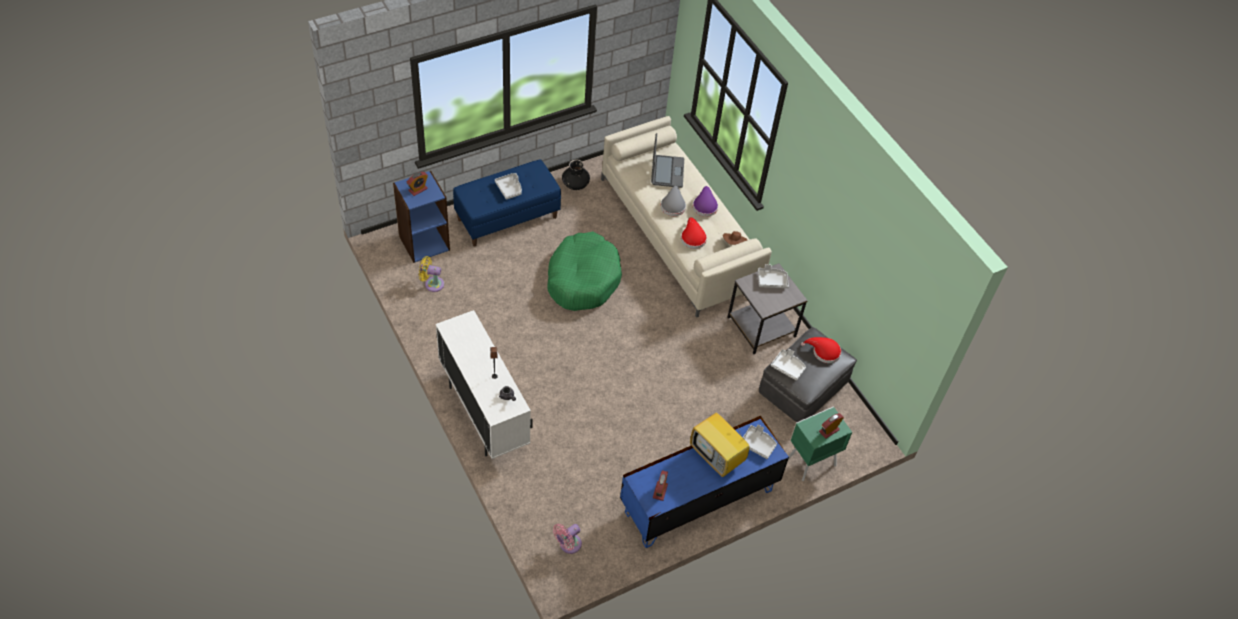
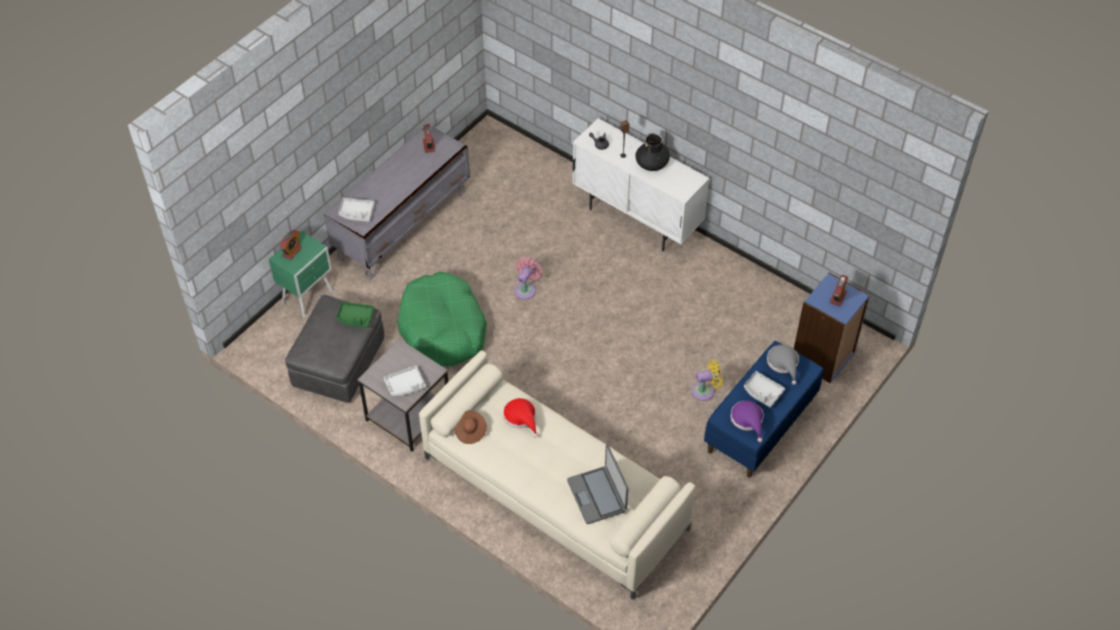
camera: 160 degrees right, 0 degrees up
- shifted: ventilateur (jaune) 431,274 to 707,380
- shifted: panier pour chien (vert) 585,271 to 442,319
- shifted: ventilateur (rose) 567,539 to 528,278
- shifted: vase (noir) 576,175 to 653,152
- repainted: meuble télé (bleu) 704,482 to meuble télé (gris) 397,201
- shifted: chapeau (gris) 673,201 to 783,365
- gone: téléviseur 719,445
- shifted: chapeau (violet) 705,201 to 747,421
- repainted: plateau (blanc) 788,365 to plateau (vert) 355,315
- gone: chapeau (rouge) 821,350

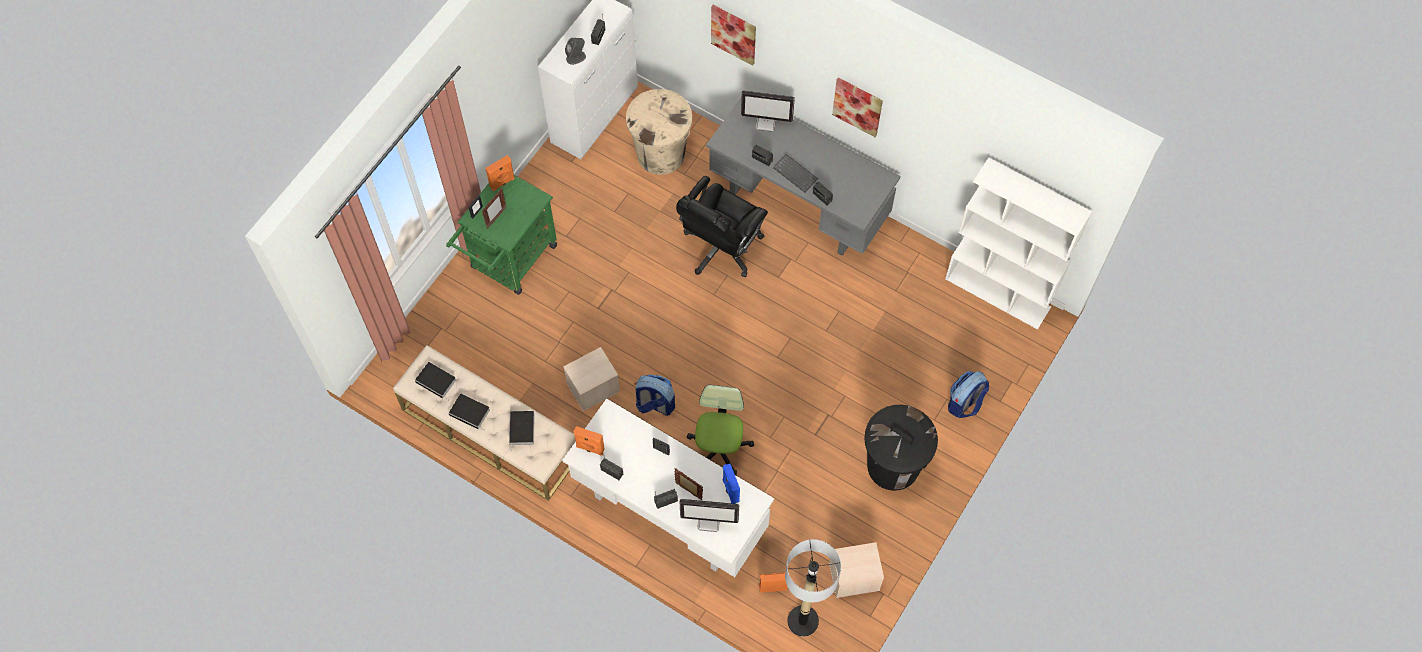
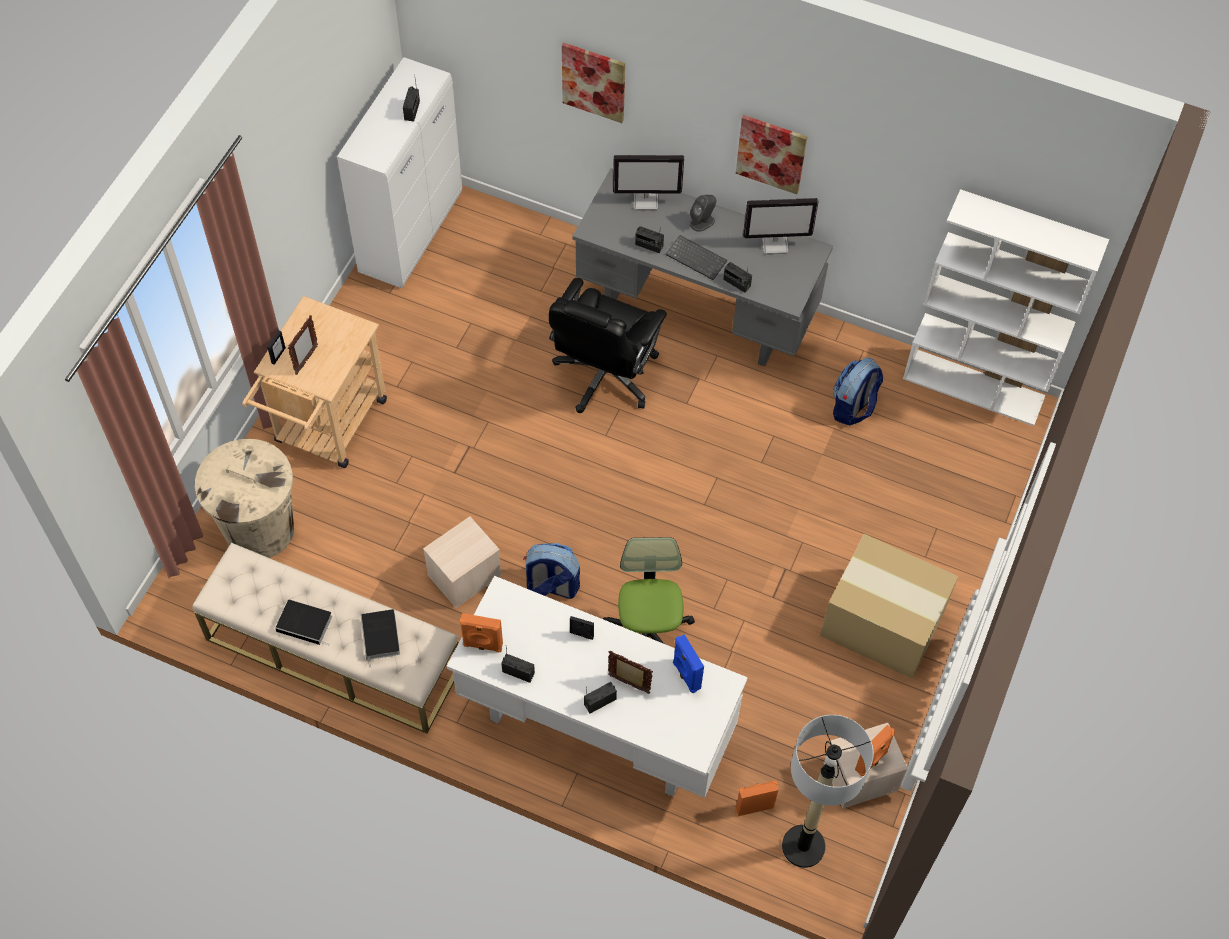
camera: 10 degrees left, 5 degrees down
- gone: livre 435,381
- repainted: chariot (vert) 501,235 to chariot (beige) 314,382
- shifted: enceinte (orange) 500,173 to 875,750
- shifted: enceinte (gris) 575,51 to 703,213
- shifted: poubelle (beige) 659,132 to 244,498
- shifted: écran d'ordinateur 709,515 to 781,226
- swapped: poubelle (noir) 901,448 to carton 889,606
- shifted: sac à dos 968,394 to 858,391

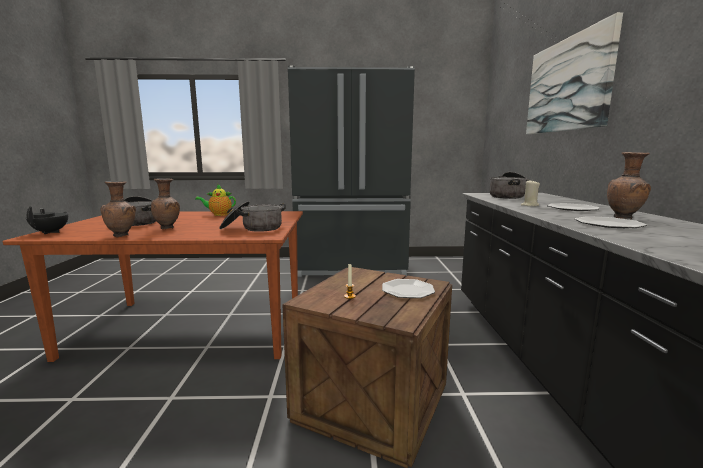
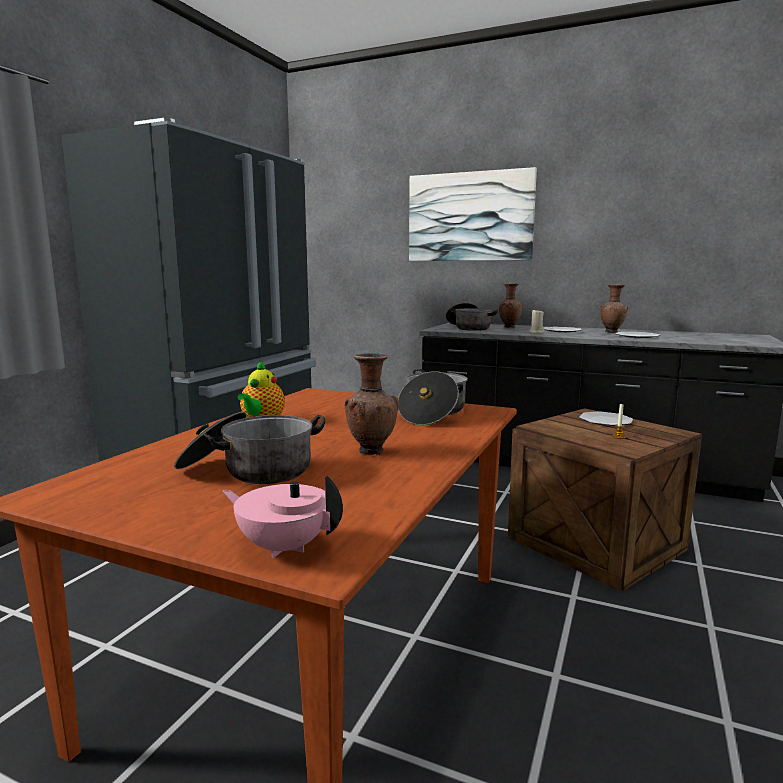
camera: 65 degrees left, 0 degrees up
- repainted: théière (noir) 47,220 to théière (rose) 283,517
- shifted: vase (marron) 118,209 to 510,305

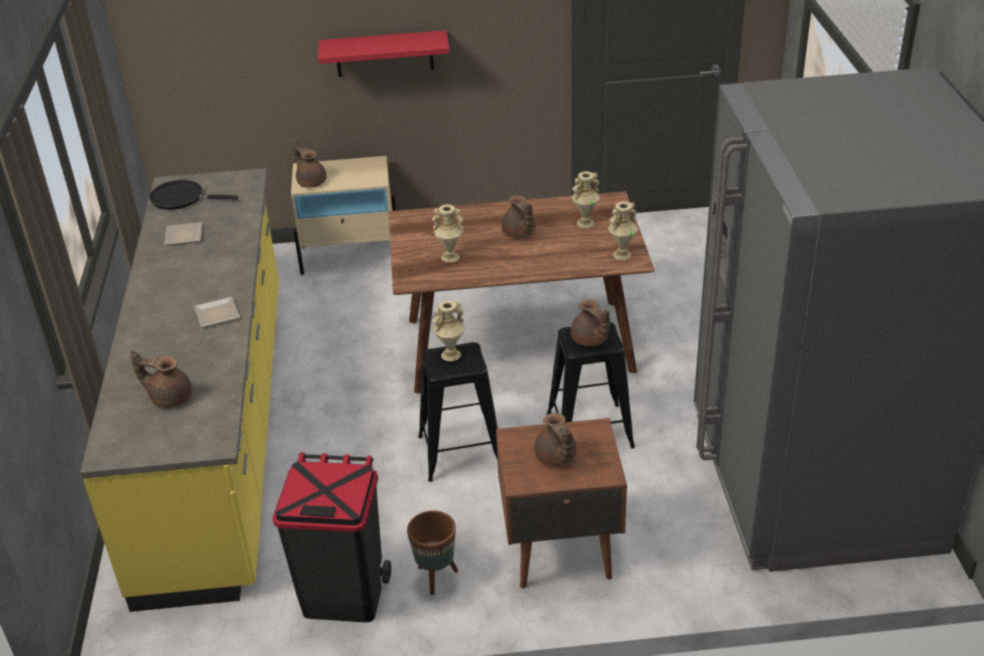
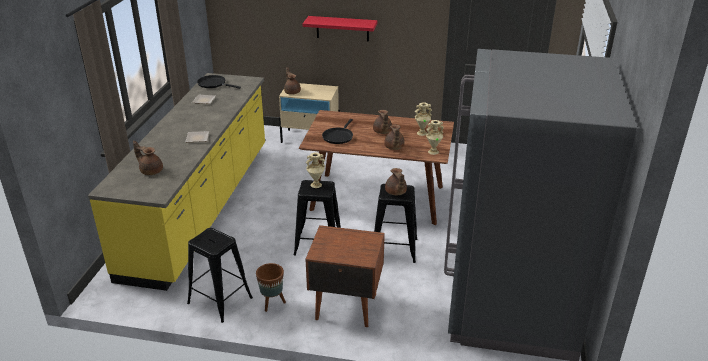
camera: 15 degrees right, 5 degrees down
- swapped: poubelle (noir) 331,537 to tabouret (noir) 220,275
- swapped: vase (beige) 448,233 to poêle (noir) 337,131
- shifted: théière (marron) 555,439 to 394,137

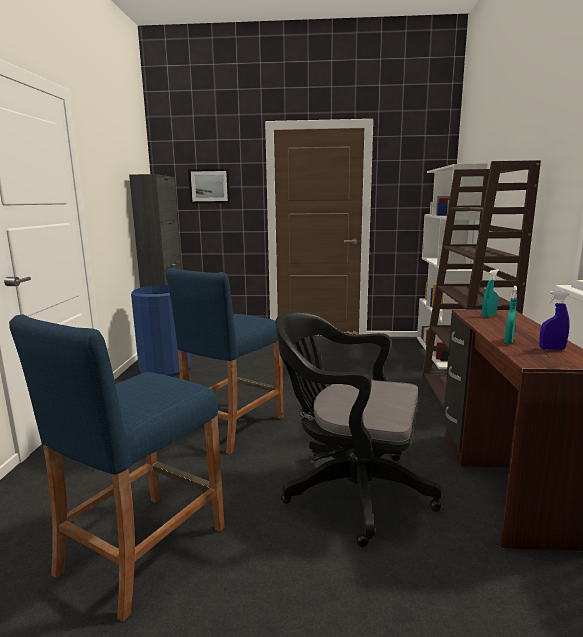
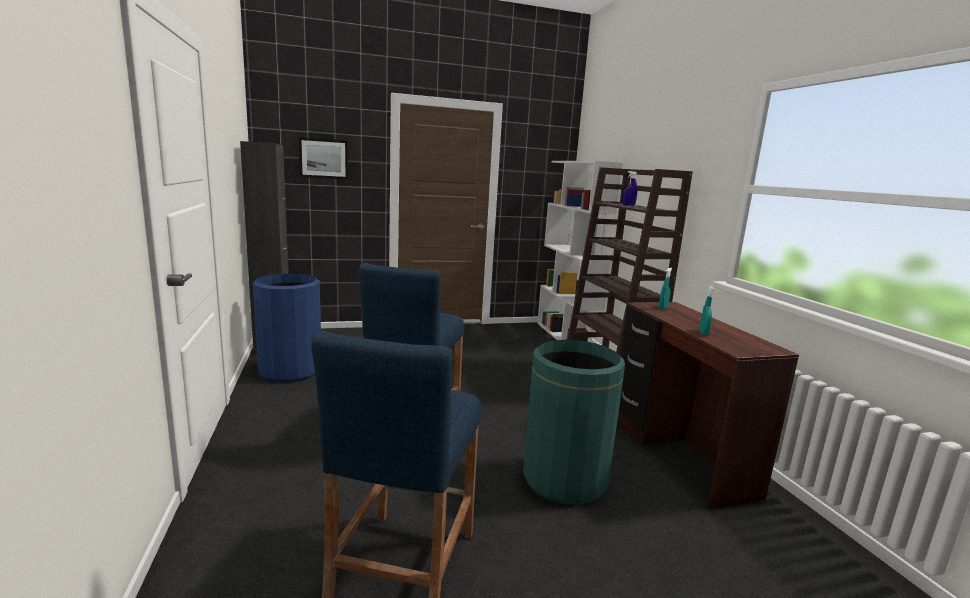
camera: 20 degrees left, 0 degrees up
- swapped: chaise de bureau (noir) 358,429 to poubelle (vert) 574,422
- shifted: vaporisateur (bleu) 554,320 to 630,188

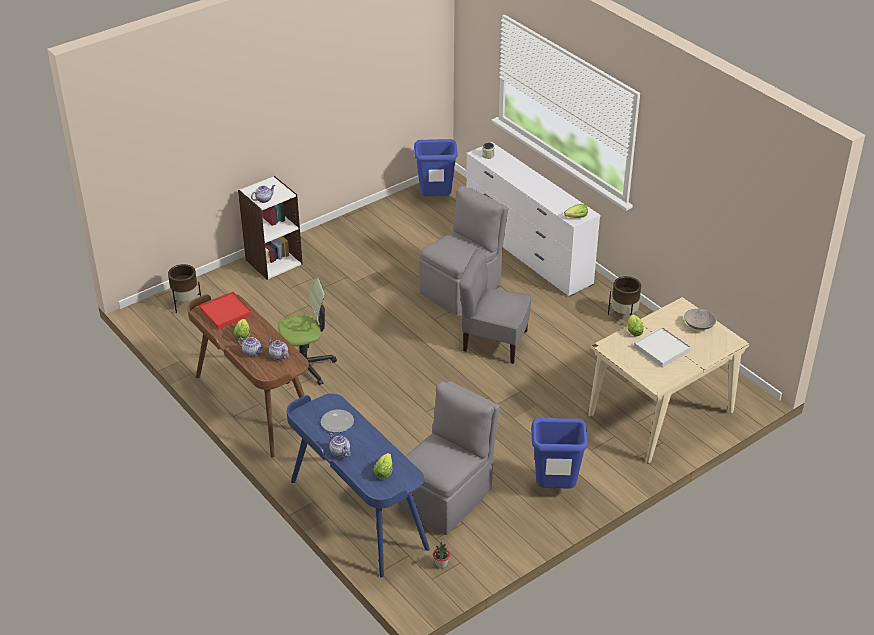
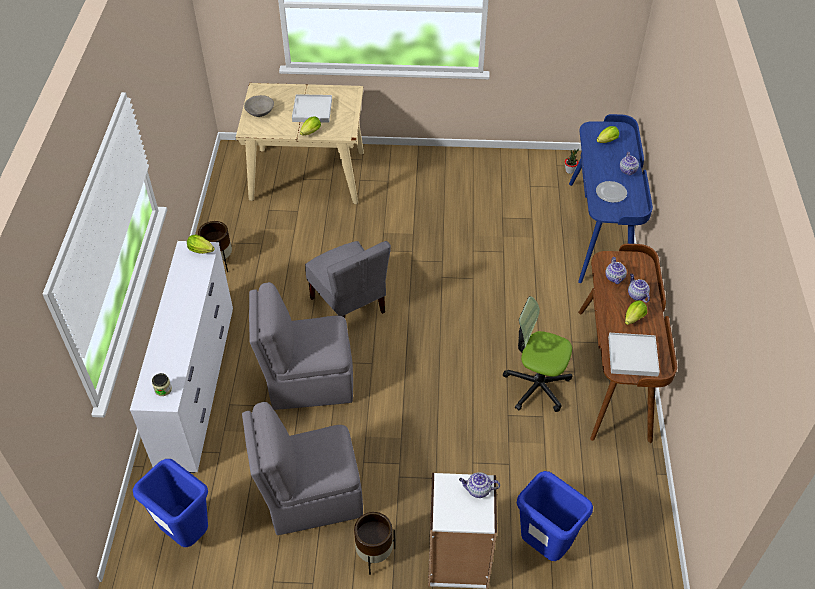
camera: 140 degrees left, 10 degrees up
- shifted: cache-pot (marron) 184,288 to 374,543
- repainted: plateau (rouge) 225,311 to plateau (blanc) 634,355
- shifted: chaise (gris) 449,458 to 302,468
- shifted: poubelle (bleu) 559,453 to 555,516

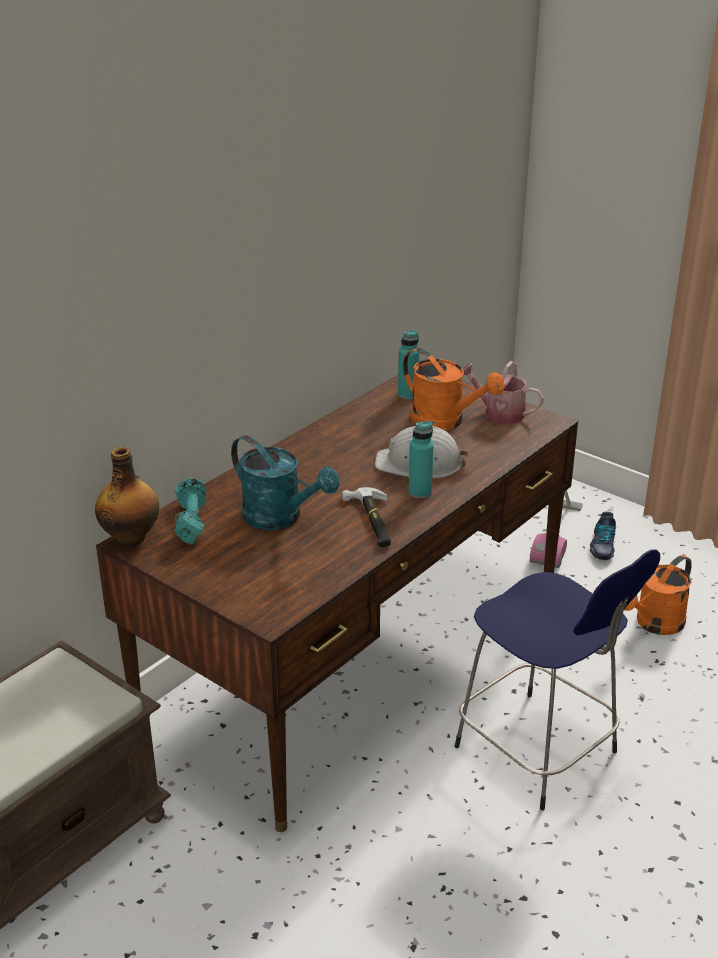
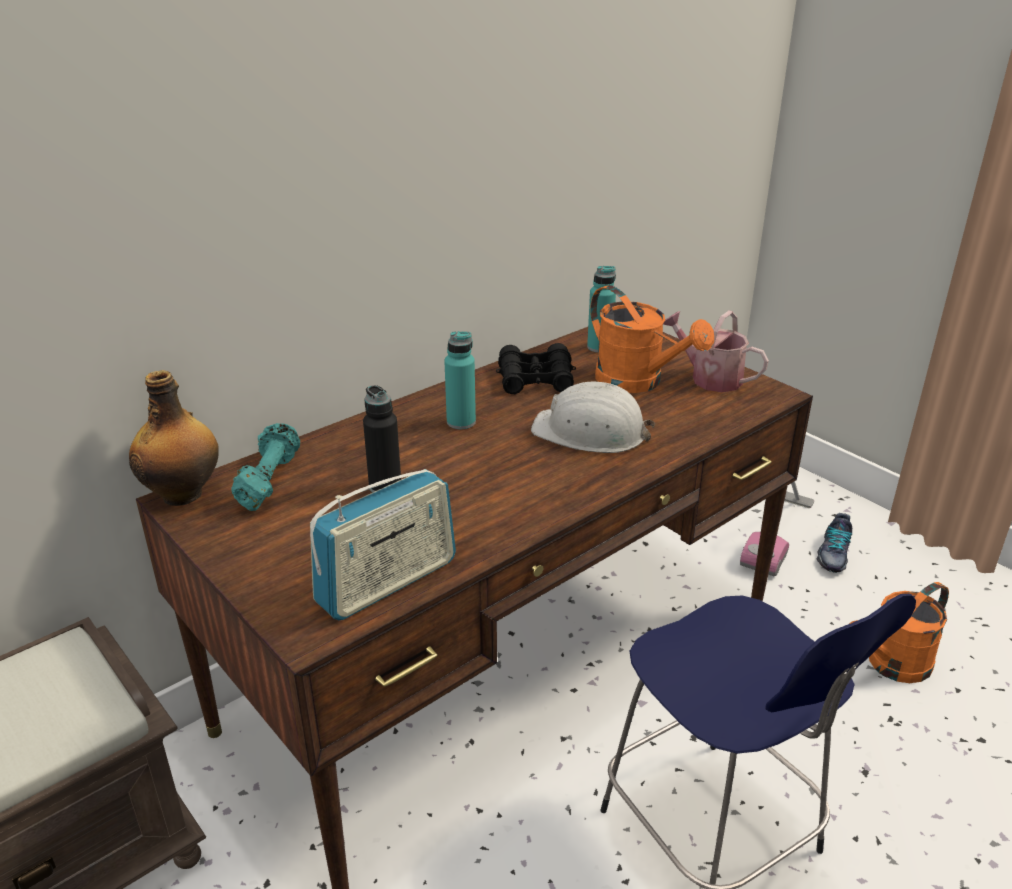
camera: 10 degrees right, 0 degrees up
- swapped: arrosoir (turquoise) 285,482 to bouteille (noir) 382,439
- gone: marteau 366,517
- shifted: bouteille (turquoise) 421,460 to 460,380
- new: radio 383,544
- new: jumelles (noir) 536,368

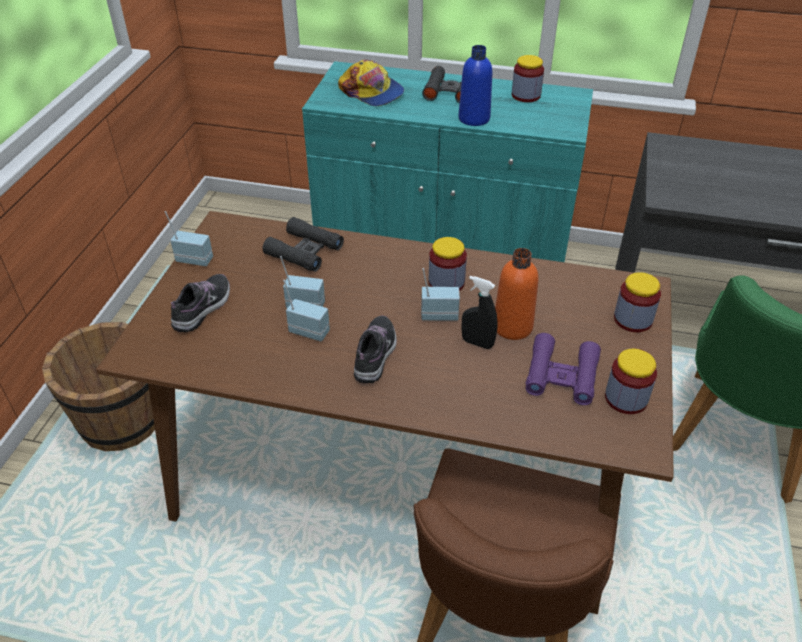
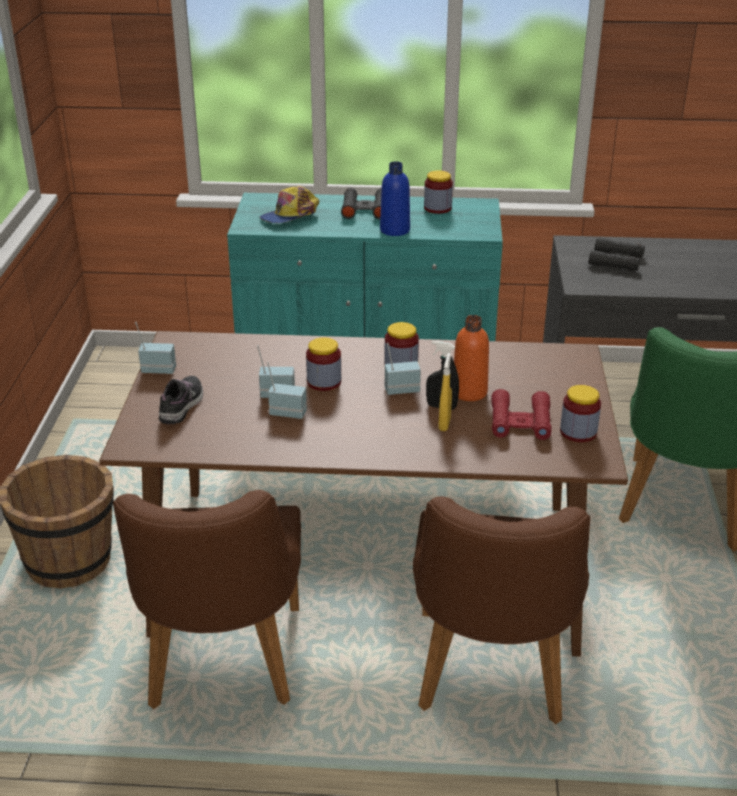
camera: 10 degrees left, 10 degrees down
- shifted: jumelles (noir) 303,244 to 616,254
- rotated: casquette 371,82 = 289,204 105 degrees clockwise
- gone: chaussure 375,349
- repainted: jumelles (violet) 563,369 to jumelles (rouge) 521,414
- shifted: bocal 637,302 to 323,364
- new: chaise (marron) 207,599
- new: vaporisateur (jaune) 445,392

